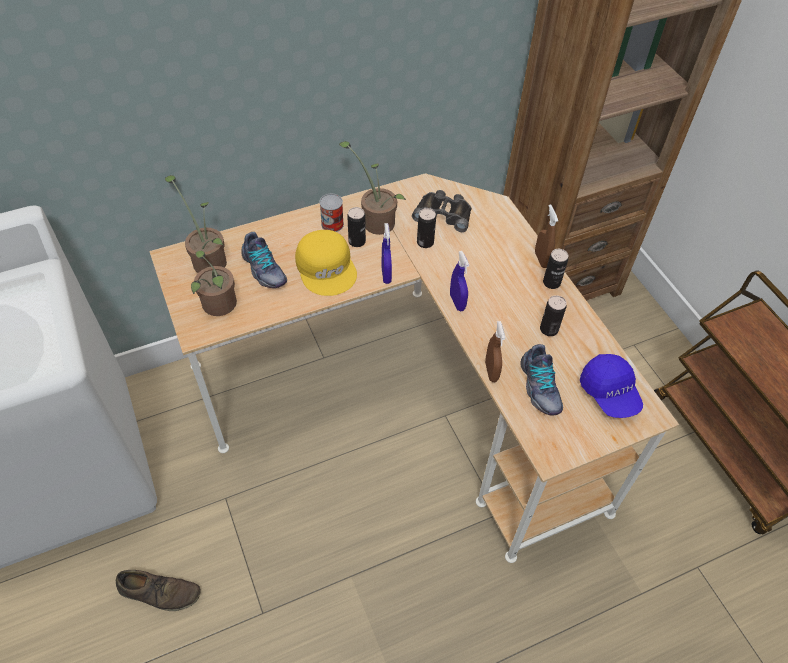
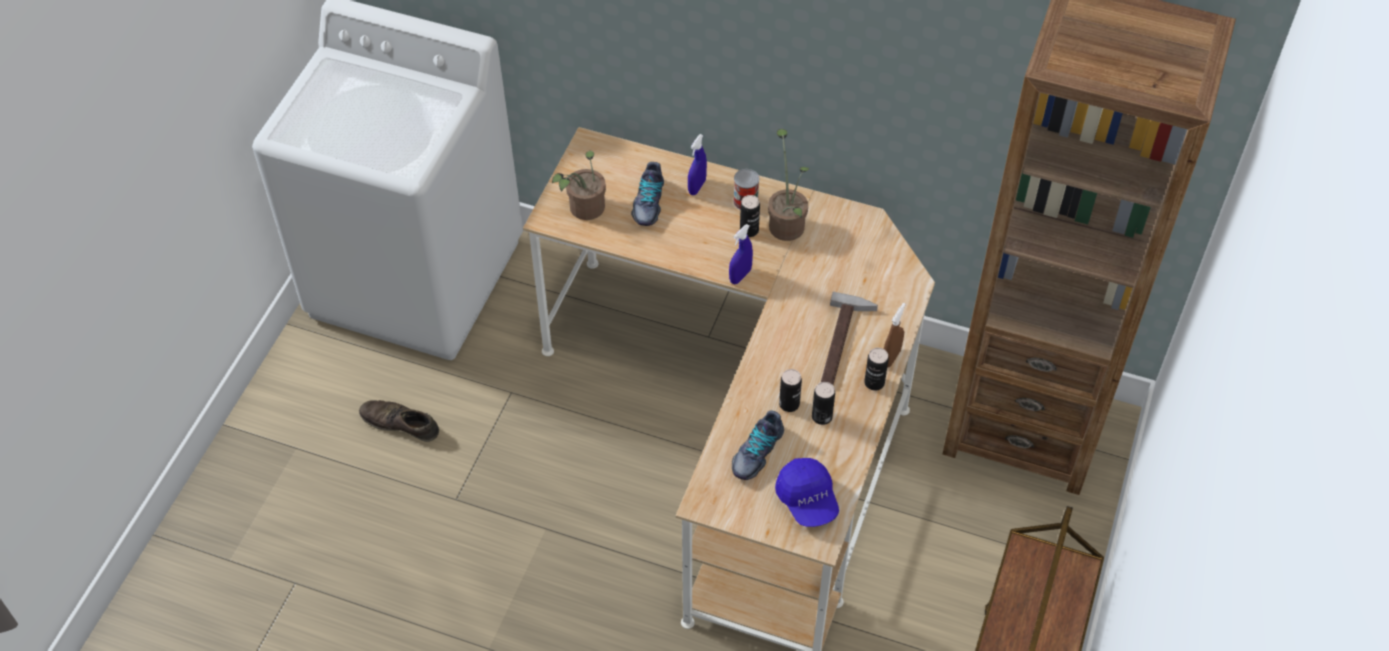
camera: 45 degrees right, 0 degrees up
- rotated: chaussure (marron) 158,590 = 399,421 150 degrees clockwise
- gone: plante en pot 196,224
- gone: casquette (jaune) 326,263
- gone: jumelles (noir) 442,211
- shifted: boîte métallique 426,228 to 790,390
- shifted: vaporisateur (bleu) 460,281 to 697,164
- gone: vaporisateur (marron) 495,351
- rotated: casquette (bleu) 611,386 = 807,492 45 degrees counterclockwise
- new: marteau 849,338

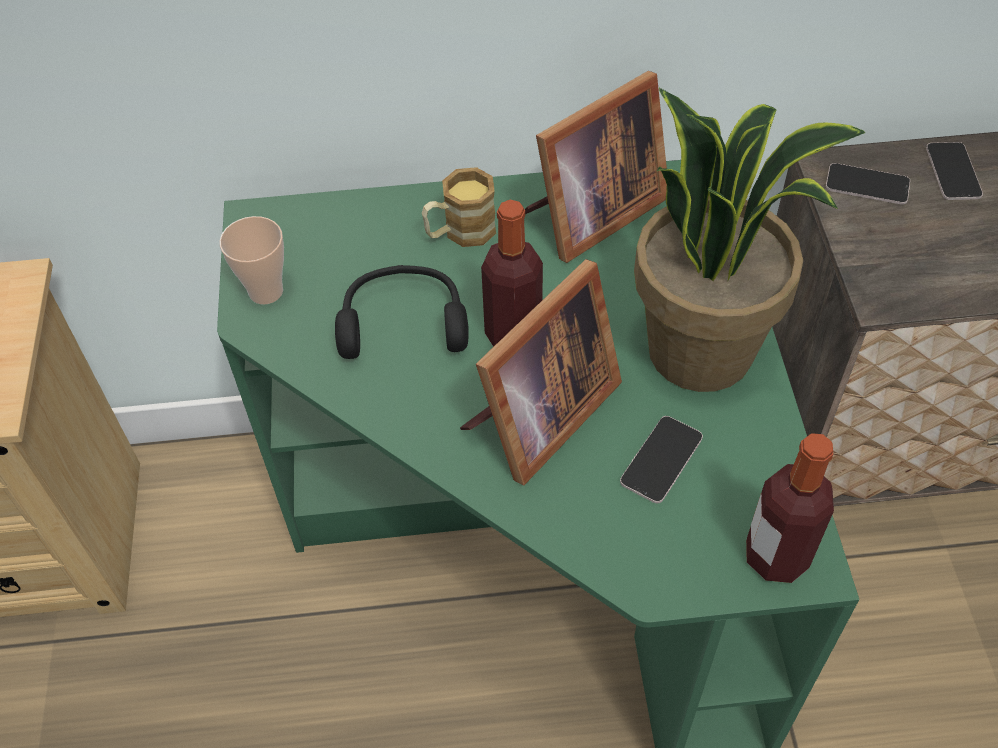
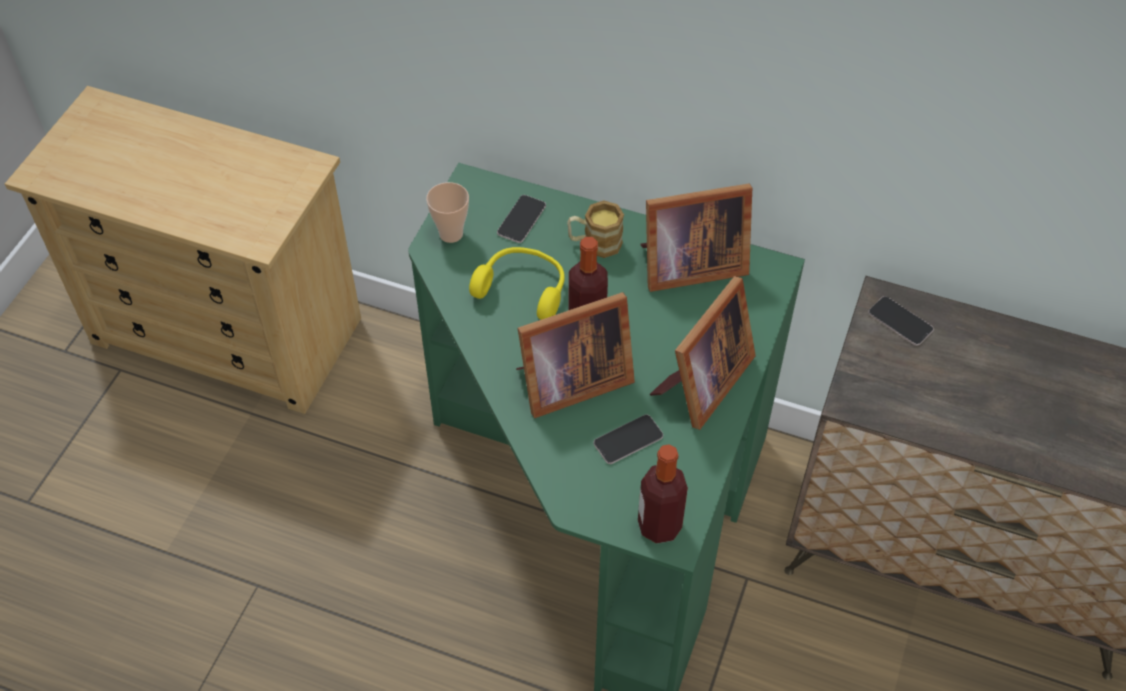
camera: 25 degrees right, 0 degrees up
- repainted: casque audio (noir) 401,312 to casque audio (jaune) 517,283
- swapped: plante en pot 750,240 to cadre photo 703,353
- shifted: téléphone 954,171 to 521,219

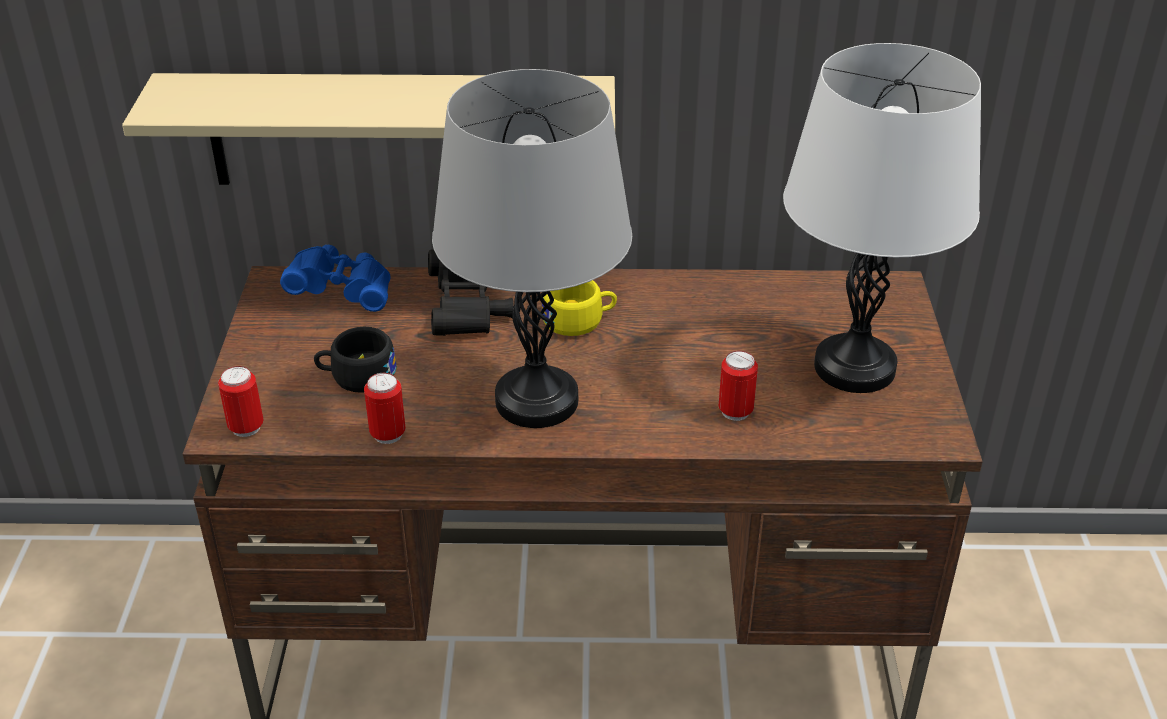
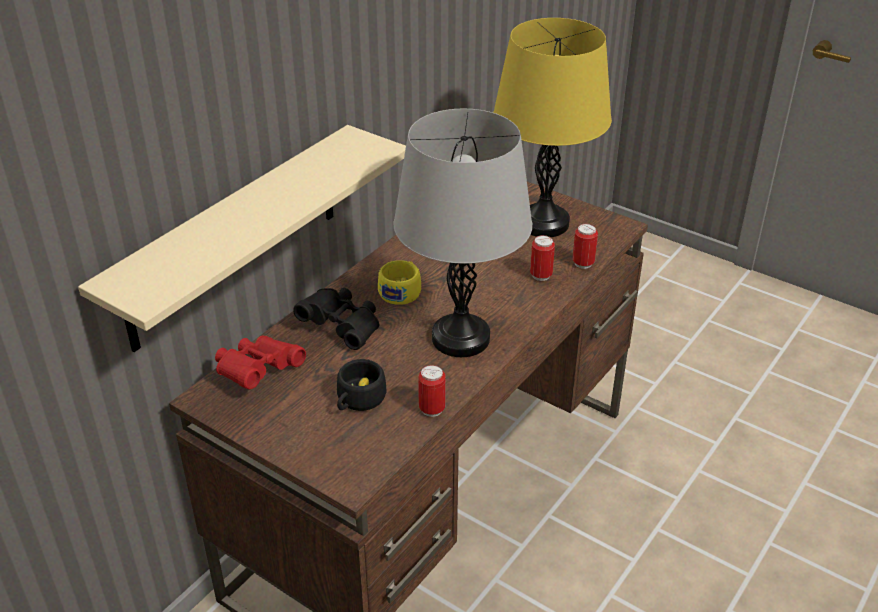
camera: 55 degrees left, 0 degrees up
- shifted: boîte métallique 241,401 to 585,246
- repainted: jumelles (bleu) 335,278 to jumelles (rouge) 260,362
- repainted: lampe de table (blanc) 882,218 to lampe de table (jaune) 552,127

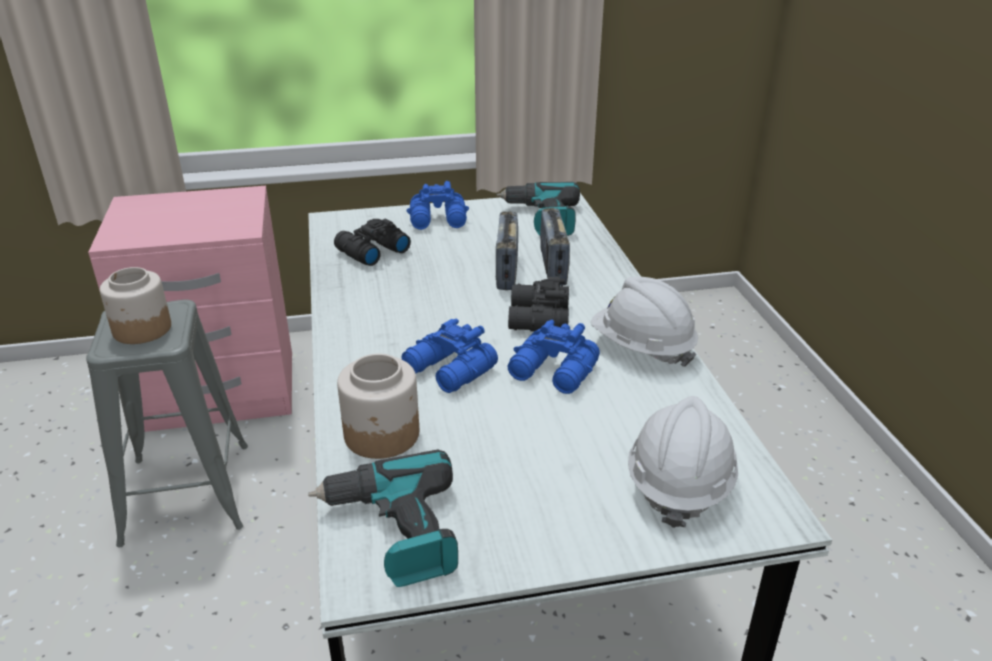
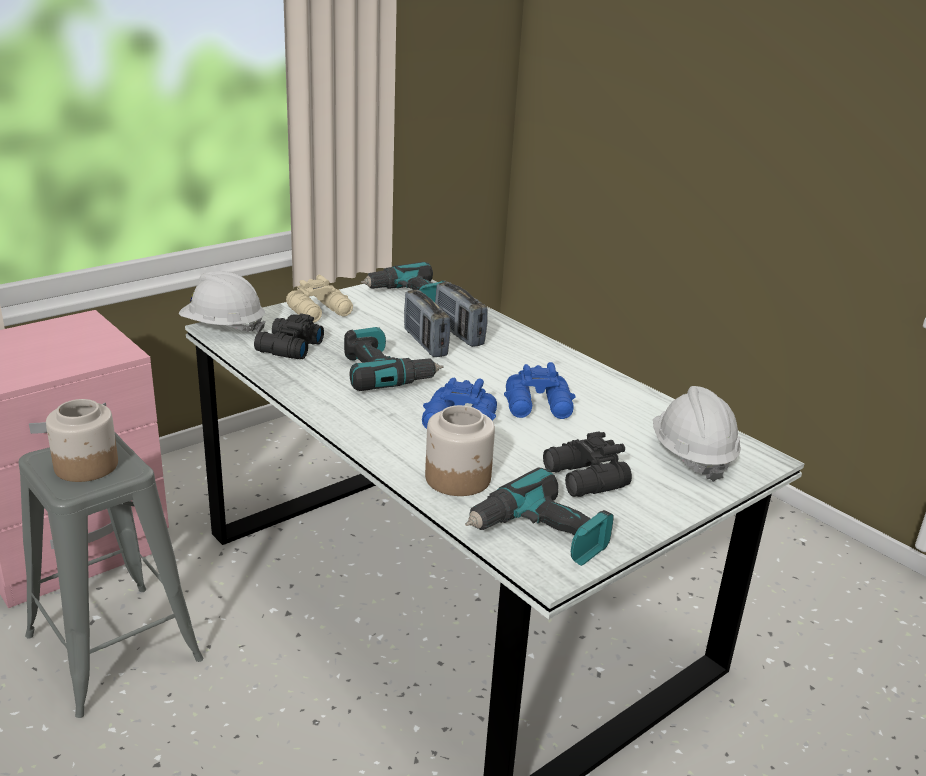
camera: 30 degrees left, 5 degrees down
- repainted: jumelles (bleu) 438,205 to jumelles (beige) 319,299
- shifted: jumelles (noir) 538,304 to 587,464
- shifted: casque de chantier (blanc) 644,321 to 222,301
- new: perceuse 393,359

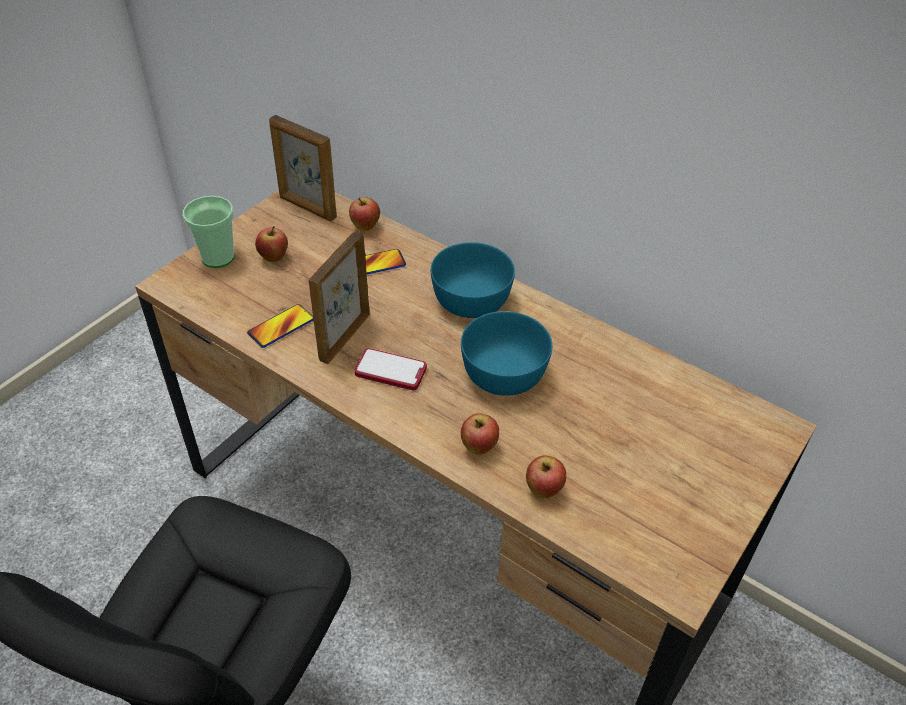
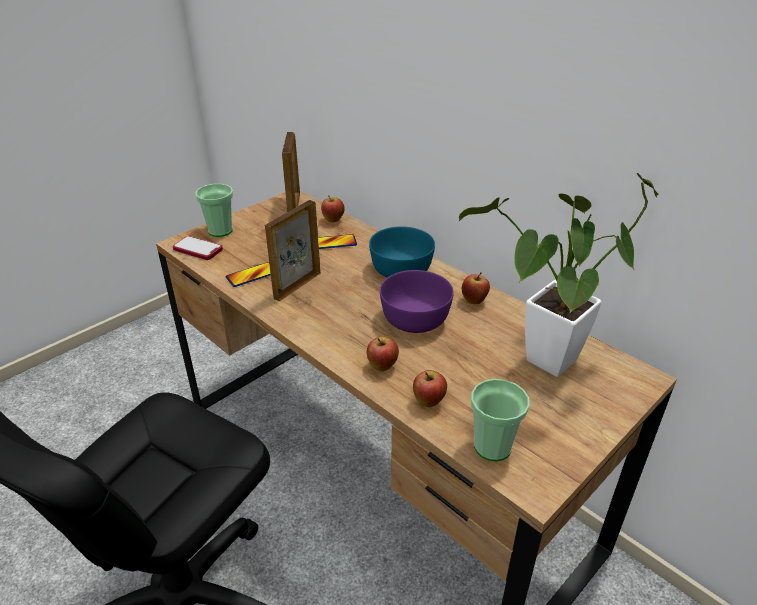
camera: 10 degrees right, 10 degrees down
- shifted: pomme 271,244 to 476,288
- rotated: cadre photo 303,168 = 291,172 135 degrees counterclockwise
- shifted: téléphone 391,369 to 198,248
- repainted: bol (turquoise) 506,353 to bol (violet) 417,301
- new: plante en pot 558,275
- new: tasse 500,420

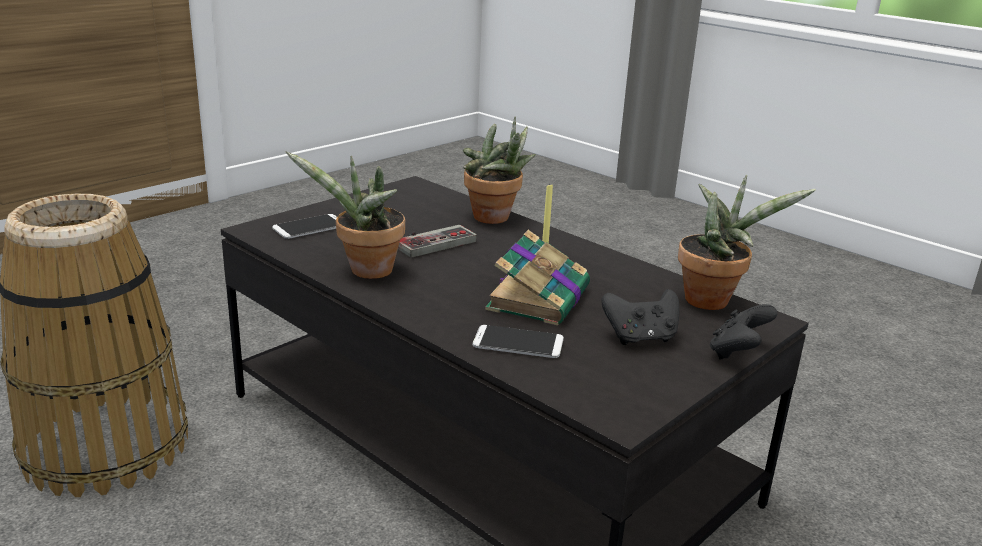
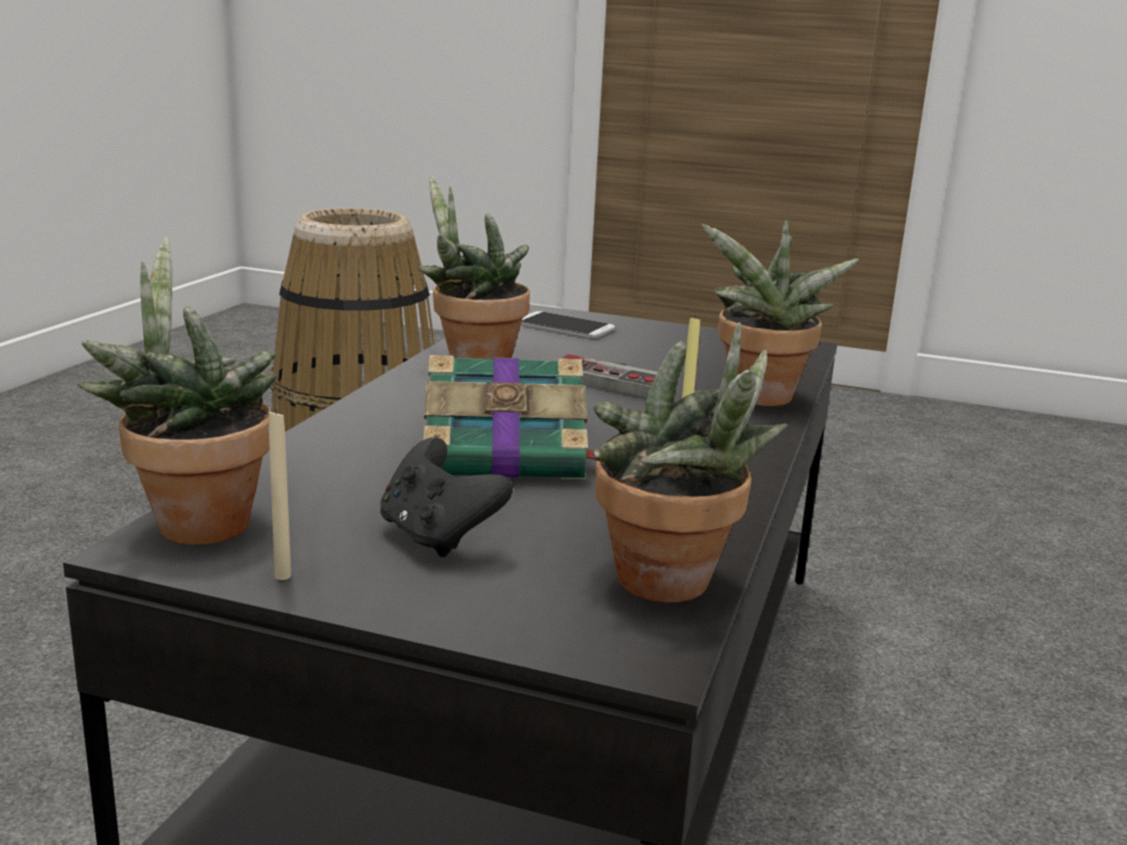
camera: 65 degrees right, 5 degrees down
- gone: téléphone 518,341
- gone: manette (noir) 743,332
- new: plante en pot 176,391
- new: bougie (beige) 280,494

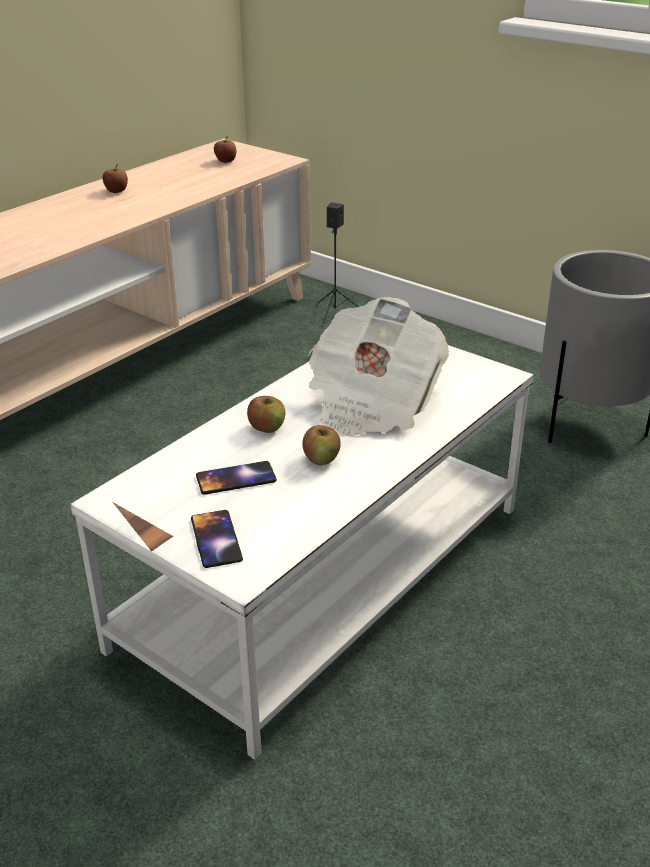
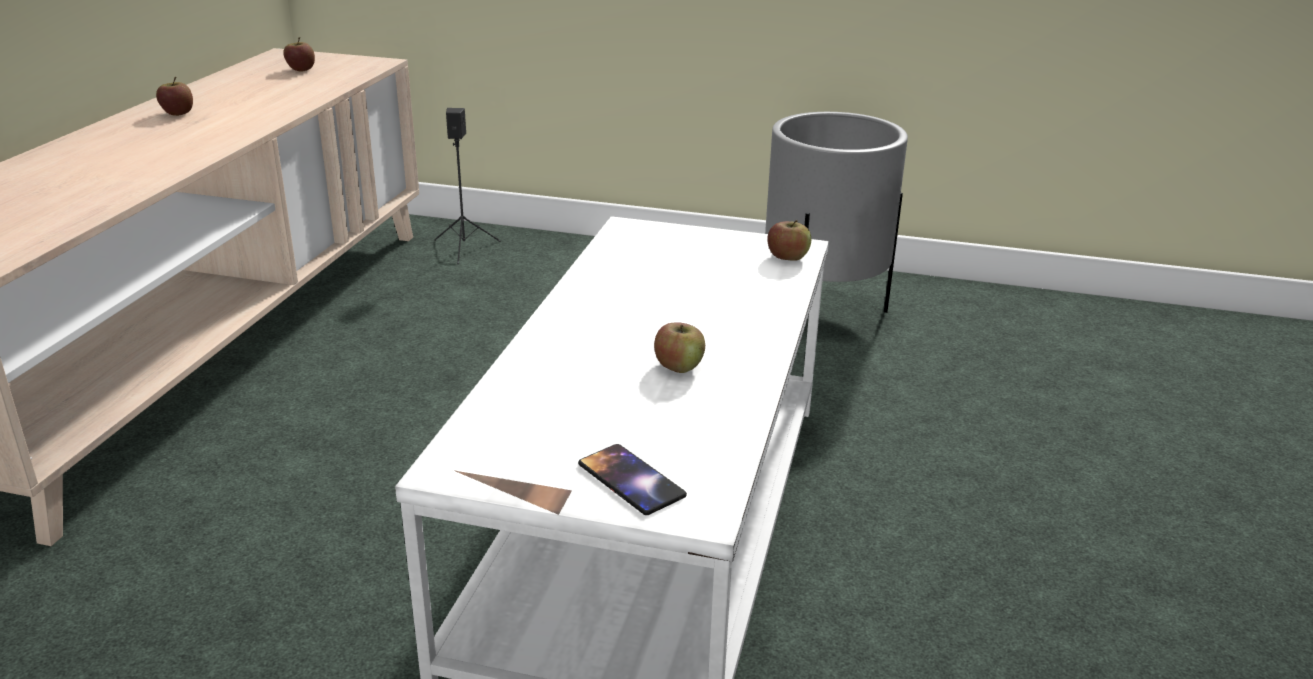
camera: 25 degrees left, 5 degrees down
- gone: téléphone 236,478
- shifted: pomme 266,414 to 789,240
- gone: journal 378,367

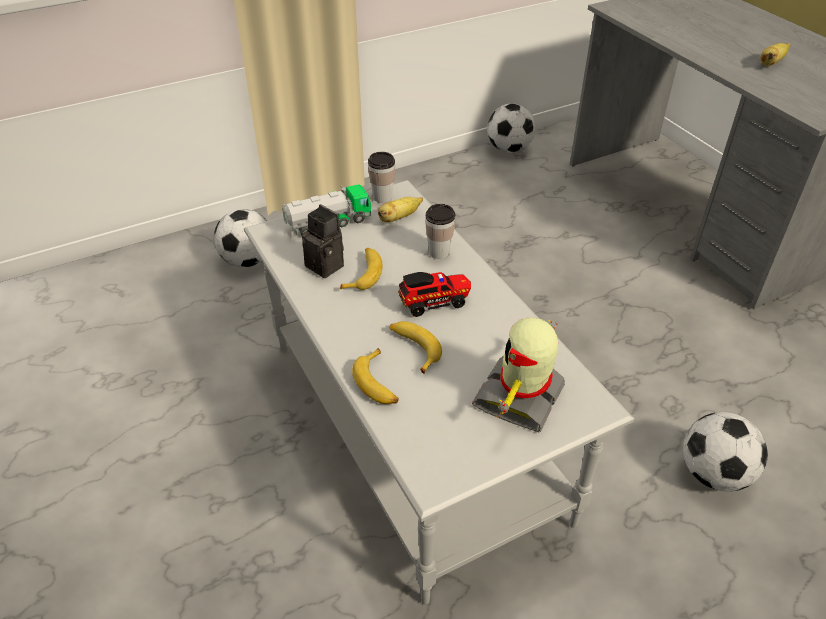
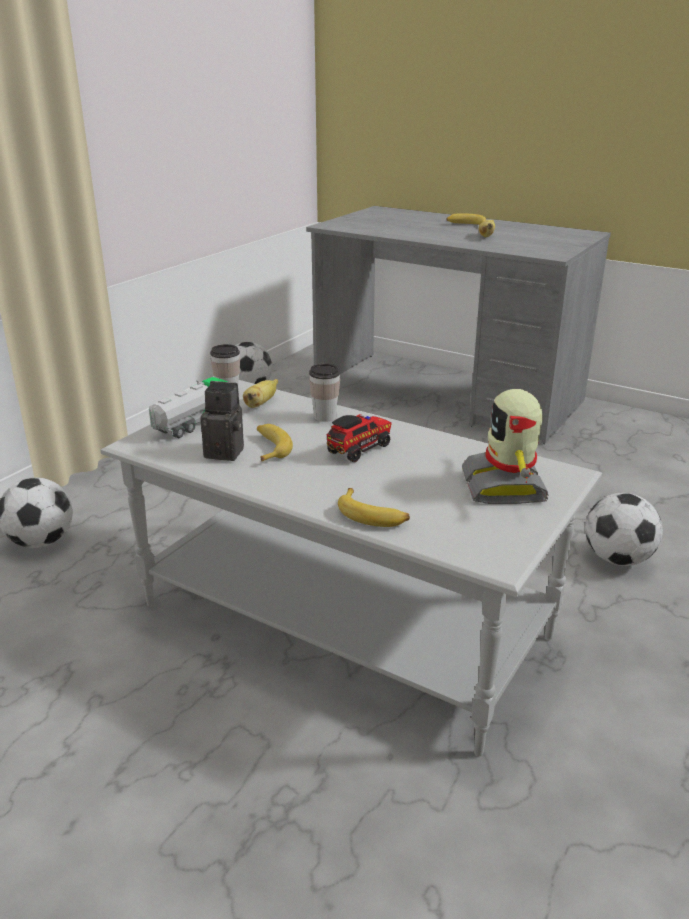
camera: 30 degrees left, 15 degrees down
- shifted: banane 416,347 to 466,219

